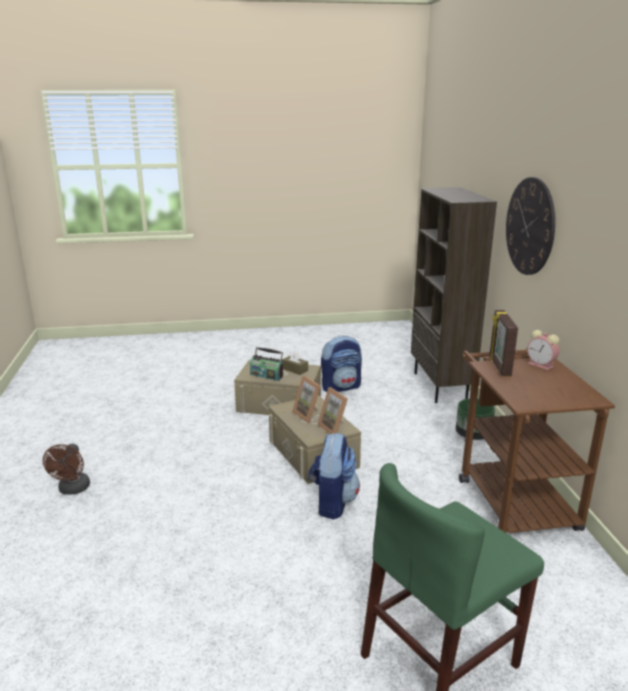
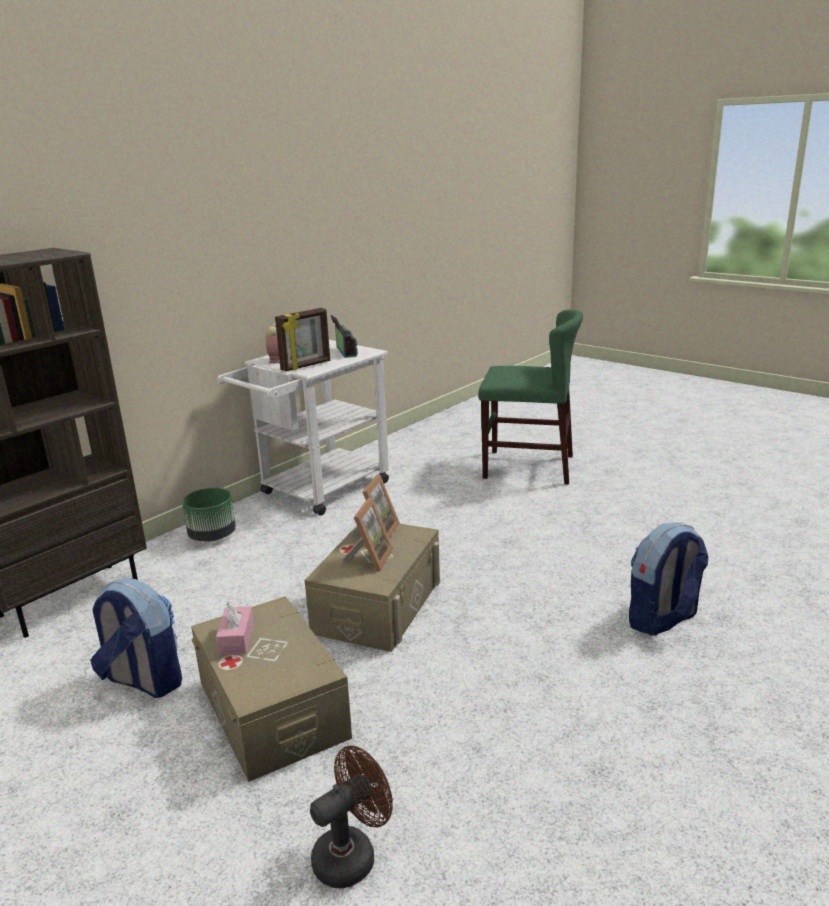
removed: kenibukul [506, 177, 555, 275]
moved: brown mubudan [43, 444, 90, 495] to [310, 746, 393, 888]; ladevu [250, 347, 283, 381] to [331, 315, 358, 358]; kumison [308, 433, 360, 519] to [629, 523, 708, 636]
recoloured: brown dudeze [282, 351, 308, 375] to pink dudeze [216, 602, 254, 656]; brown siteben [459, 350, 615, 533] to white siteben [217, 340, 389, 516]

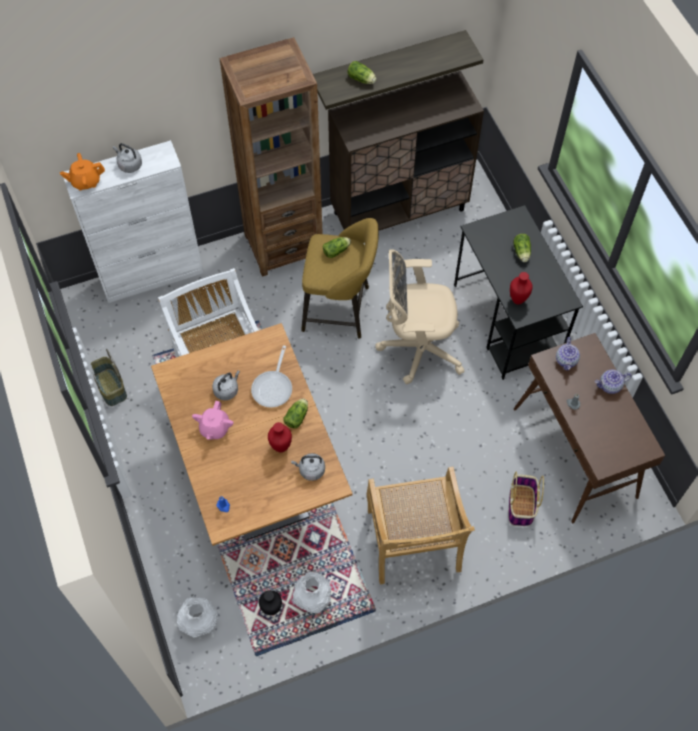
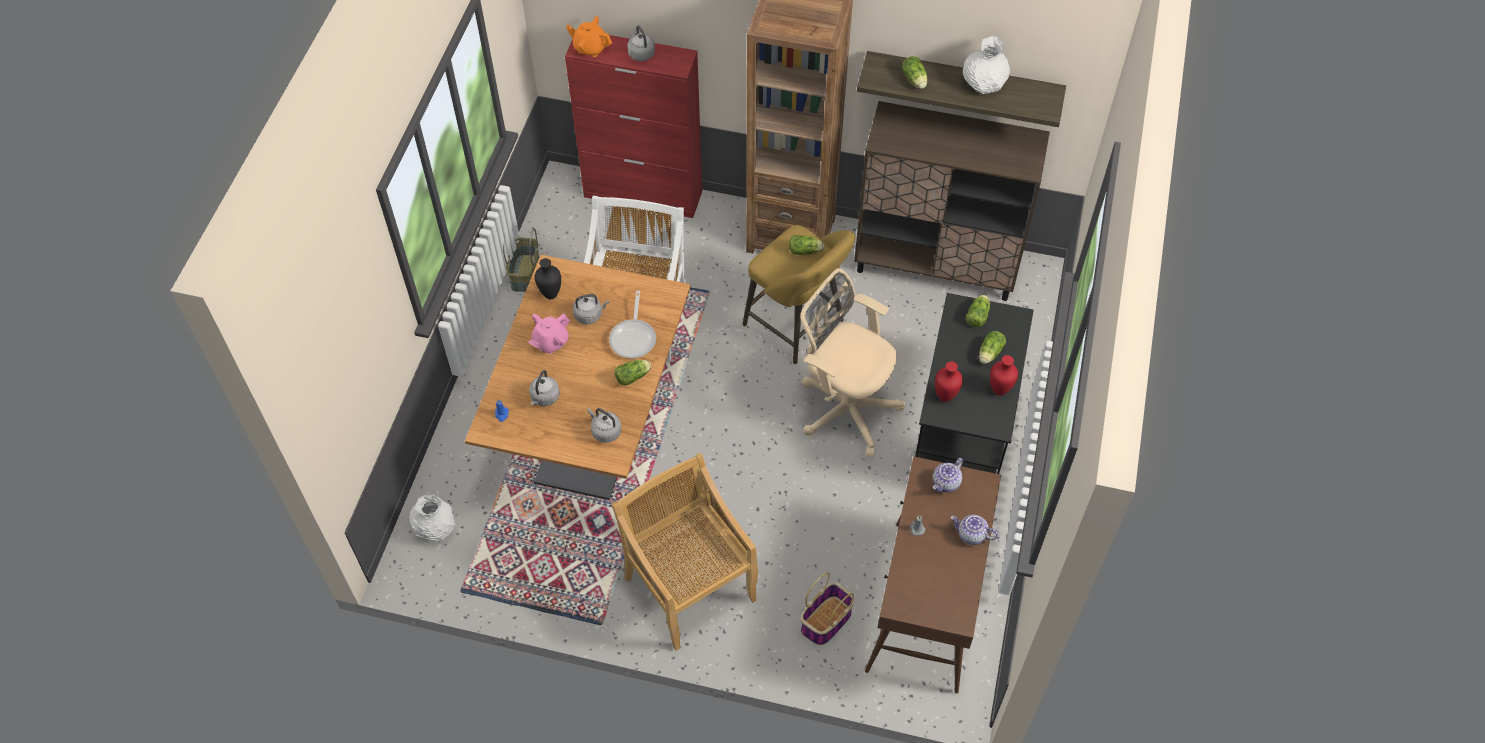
added: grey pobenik [529, 370, 560, 406]; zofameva [966, 295, 990, 327]
moved: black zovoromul [259, 590, 282, 615] to [535, 258, 561, 299]; white zovoromul [293, 572, 331, 613] to [963, 36, 1010, 94]; red zovoromul [268, 422, 292, 453] to [990, 355, 1018, 396]
recoloured: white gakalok [63, 140, 204, 303] to red gakalok [565, 35, 702, 218]
turned: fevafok [251, 345, 292, 407] = [609, 291, 656, 358] 45 degrees counterclockwise; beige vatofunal [367, 467, 475, 585] = [612, 453, 758, 651] 120 degrees clockwise

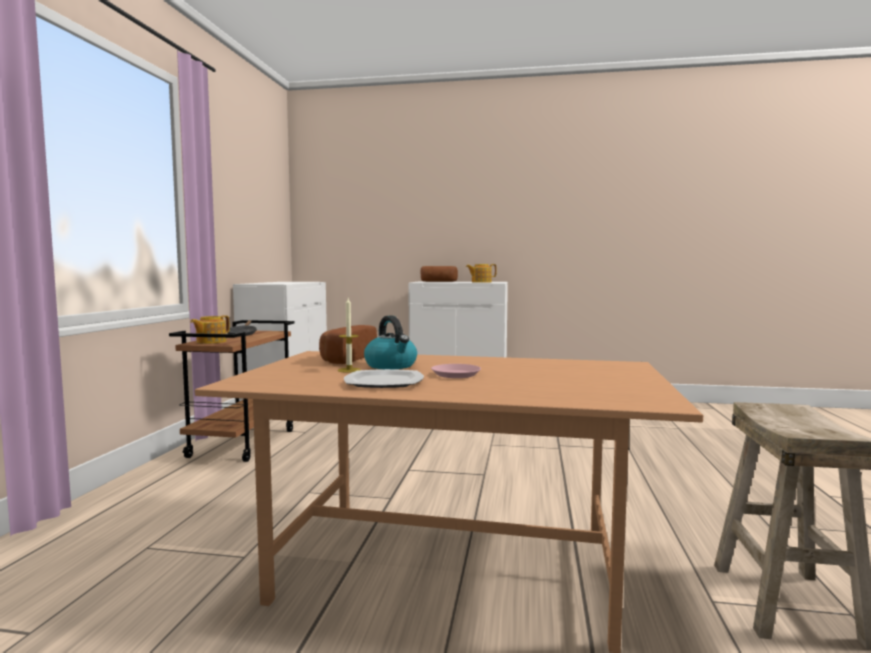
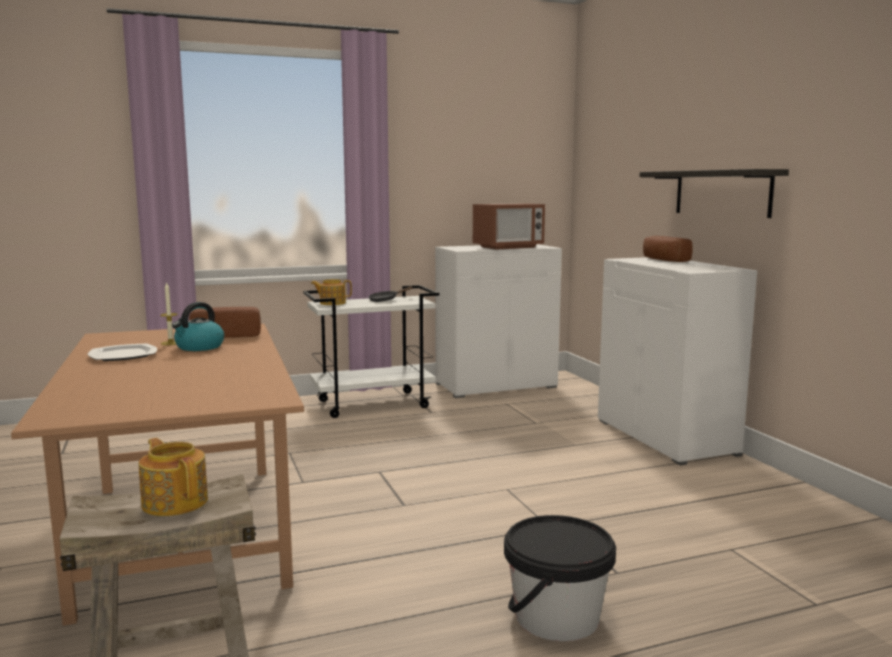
removed: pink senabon [431, 364, 481, 378]
added: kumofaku [473, 203, 545, 249]; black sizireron [504, 515, 616, 641]; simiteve [640, 169, 789, 218]
moved: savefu [466, 264, 497, 283] to [139, 438, 208, 516]
recoloured: brown siteben [169, 320, 295, 462] to white siteben [303, 285, 439, 418]

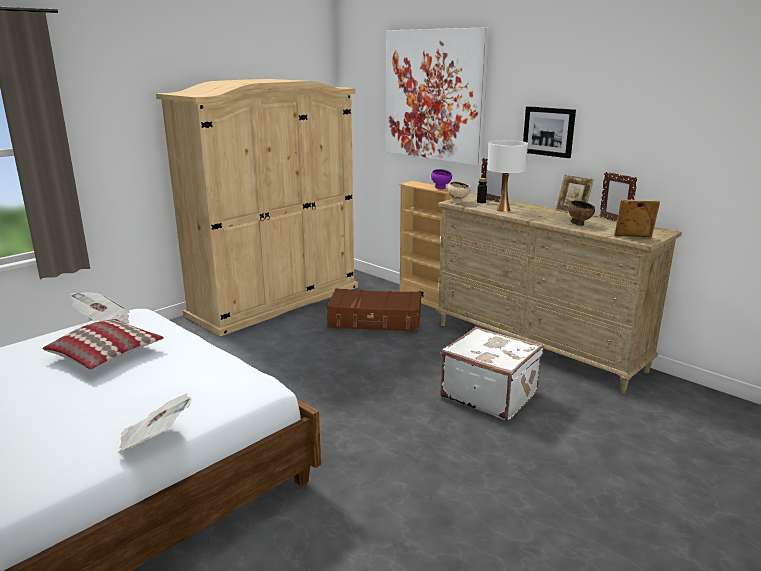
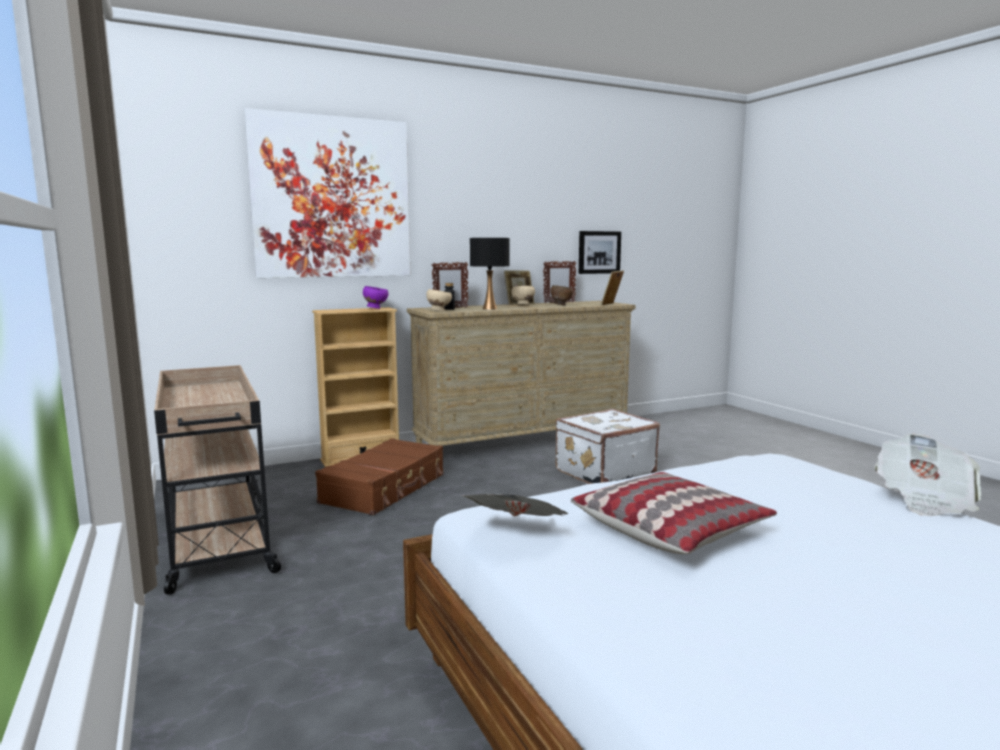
added: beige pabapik [511, 286, 535, 306]
moved: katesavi [523, 106, 576, 158] to [579, 231, 621, 274]
replaced: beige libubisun [156, 79, 358, 336] to beige siteben [154, 365, 281, 595]
recoloured: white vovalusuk [487, 140, 528, 212] to black vovalusuk [470, 238, 510, 310]

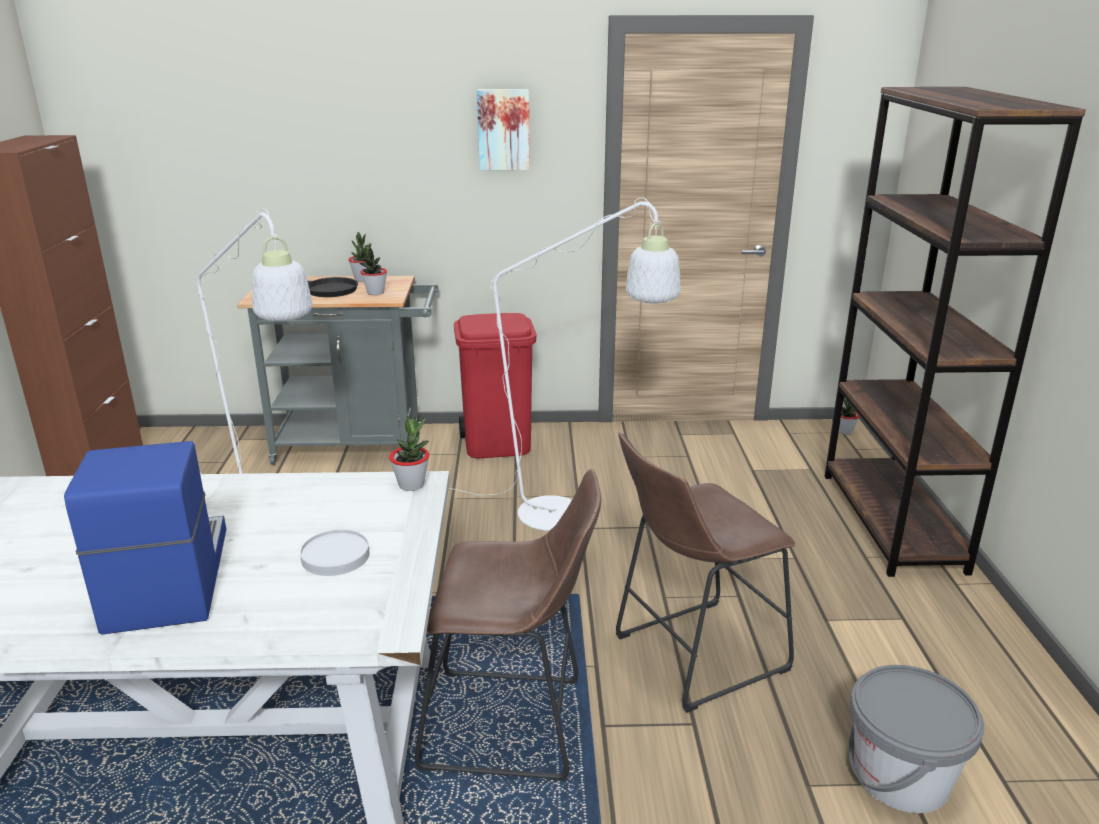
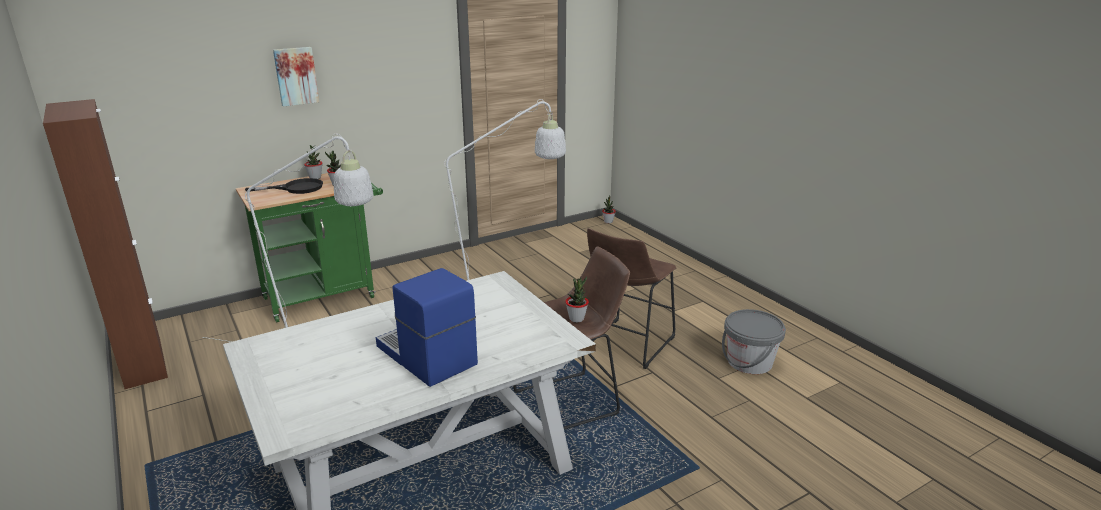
removed: white senabon [300, 529, 370, 576]; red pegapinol [454, 313, 536, 458]; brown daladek [824, 87, 1086, 577]
moved: katesavi [477, 89, 530, 170] to [273, 47, 319, 106]; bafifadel [389, 416, 429, 491] to [565, 276, 589, 322]
recoloured: grey siteben [237, 276, 438, 465] to green siteben [236, 173, 383, 323]

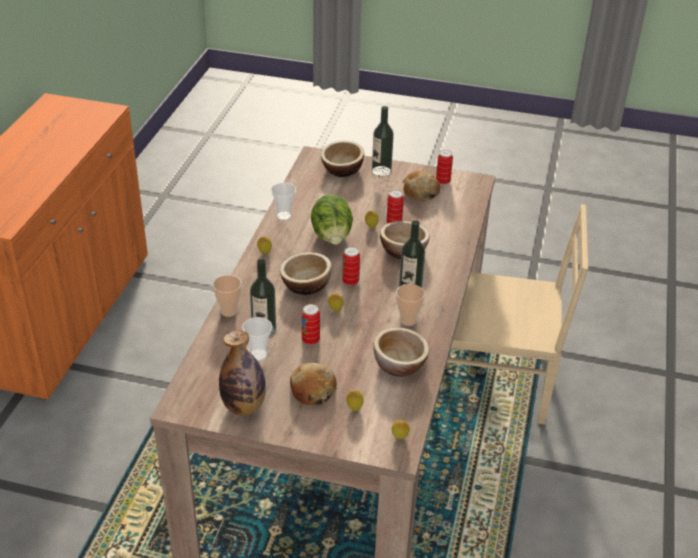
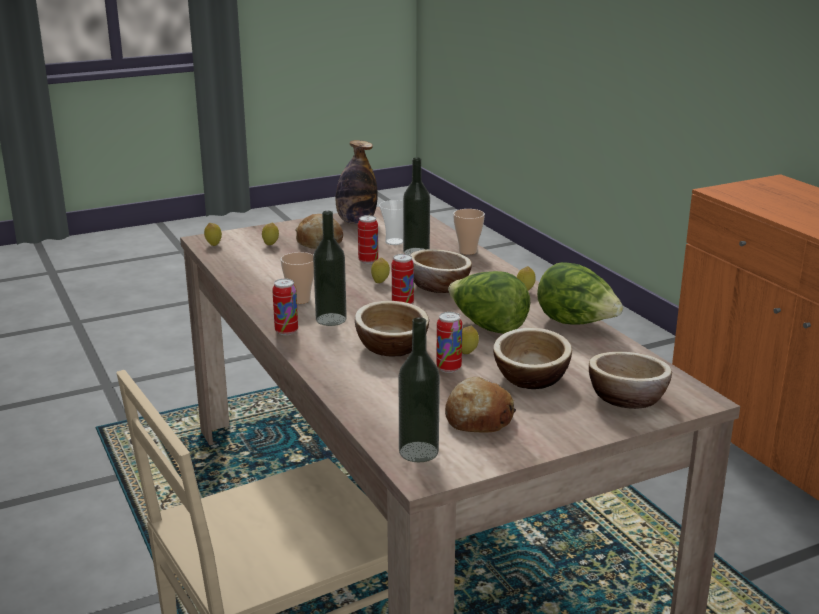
moved: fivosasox [436, 150, 453, 185] to [272, 279, 298, 335]; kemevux [372, 106, 394, 177] to [399, 317, 440, 463]; pabapik [373, 327, 429, 377] to [493, 328, 572, 389]
replaced: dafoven [271, 183, 296, 220] to zofameva [537, 262, 623, 325]

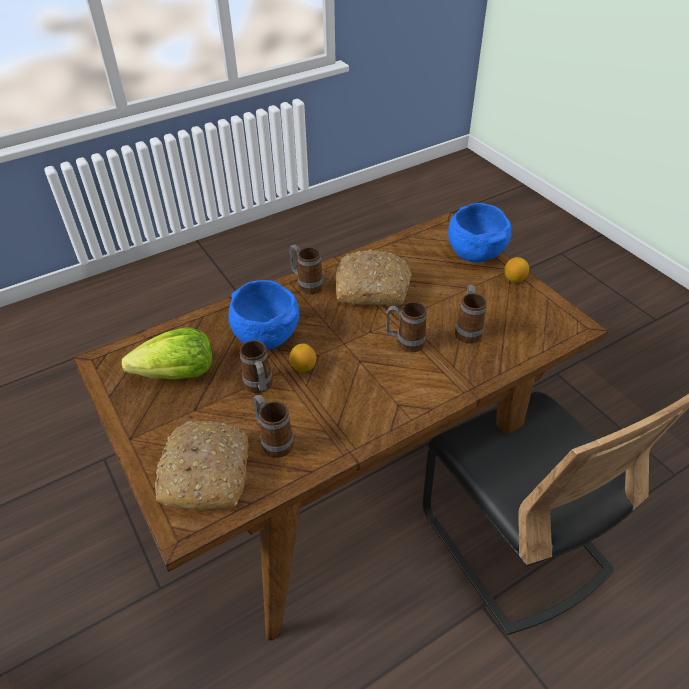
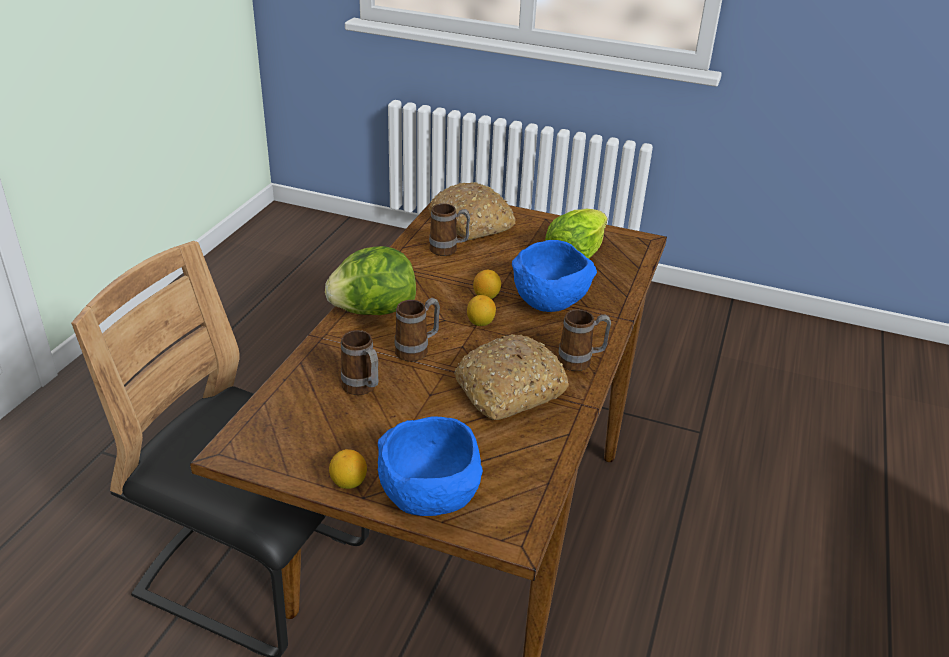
removed: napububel [240, 340, 273, 393]
added: zofameva [325, 246, 416, 315]; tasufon [467, 295, 496, 326]

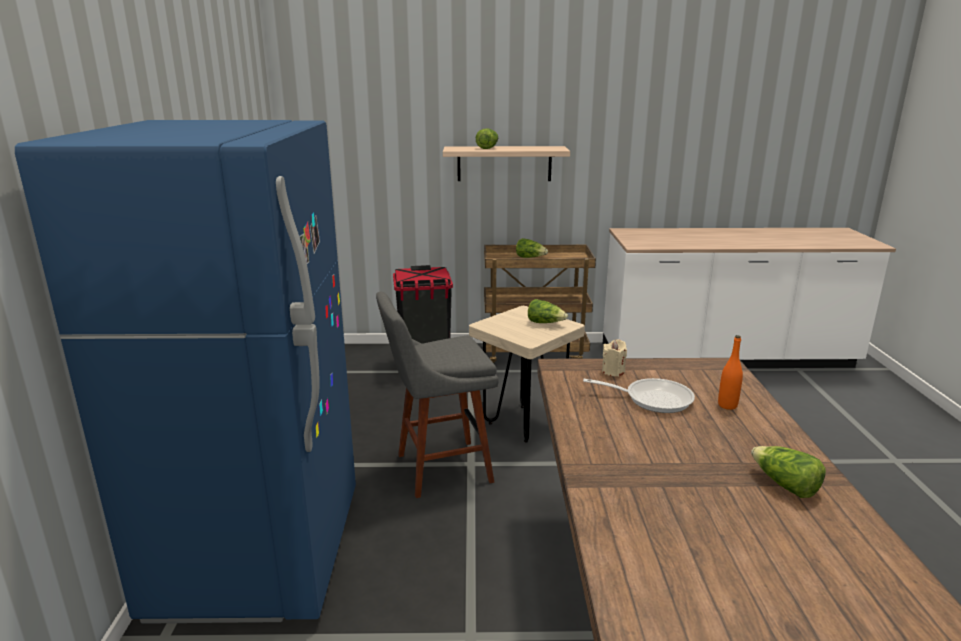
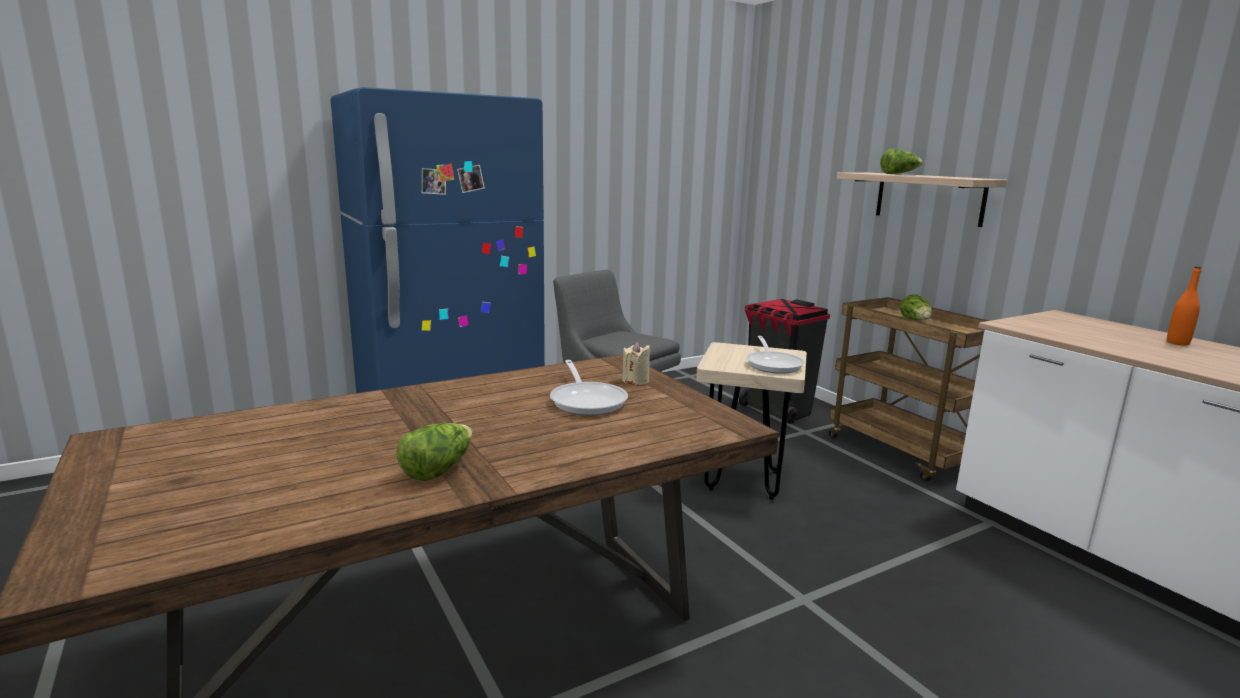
moved: orange kemevux [718, 335, 743, 410] to [1167, 266, 1201, 345]
replaced: zofameva [528, 299, 568, 323] to fevafok [747, 336, 805, 374]

